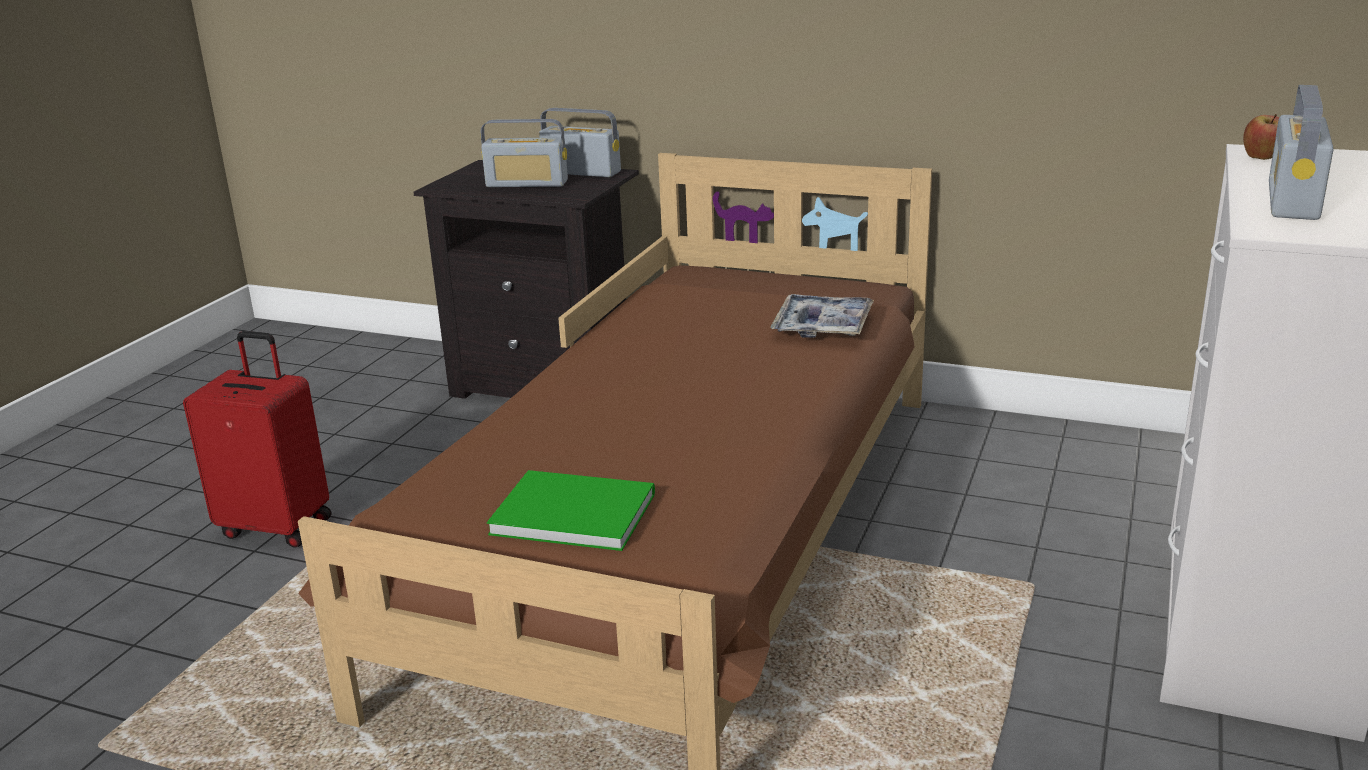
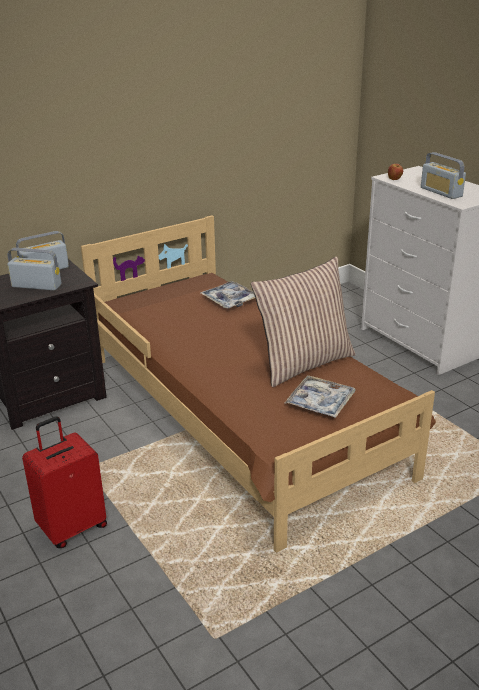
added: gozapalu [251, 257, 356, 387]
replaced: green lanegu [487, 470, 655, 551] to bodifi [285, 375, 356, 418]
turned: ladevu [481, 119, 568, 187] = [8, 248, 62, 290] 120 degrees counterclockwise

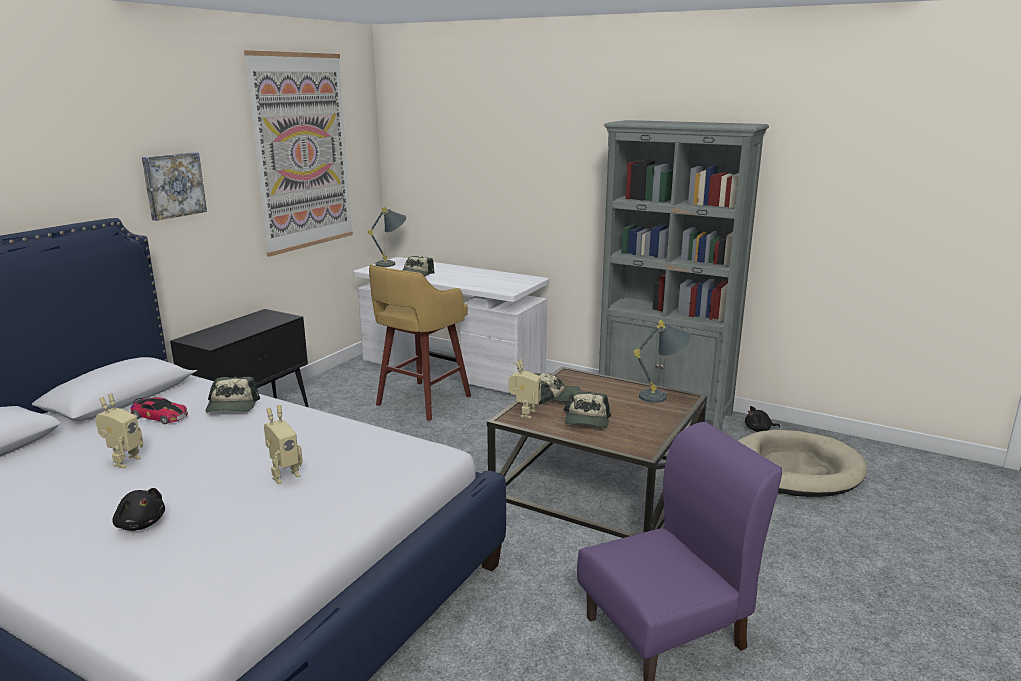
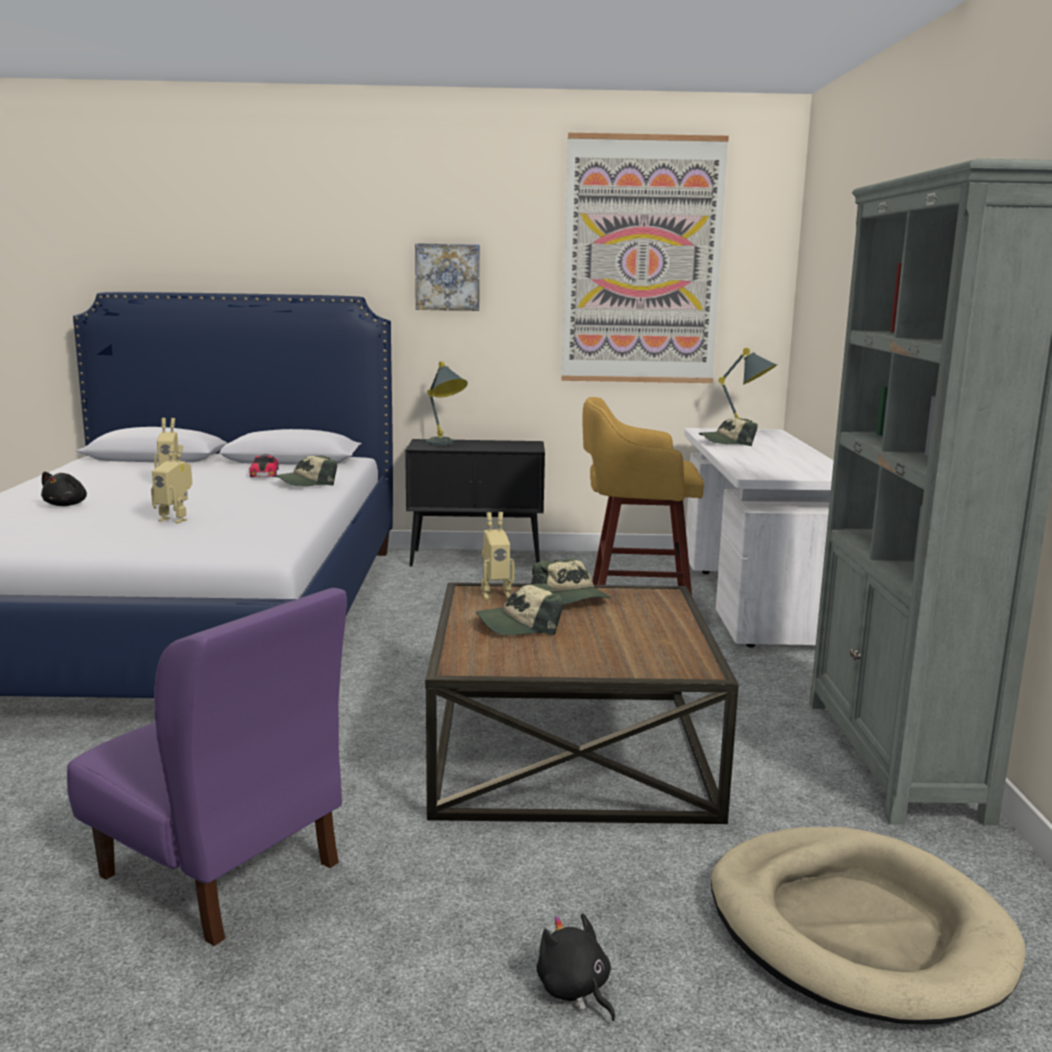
moved: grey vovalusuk [633, 320, 691, 403] to [426, 361, 468, 446]; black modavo [745, 406, 780, 432] to [536, 913, 615, 1021]

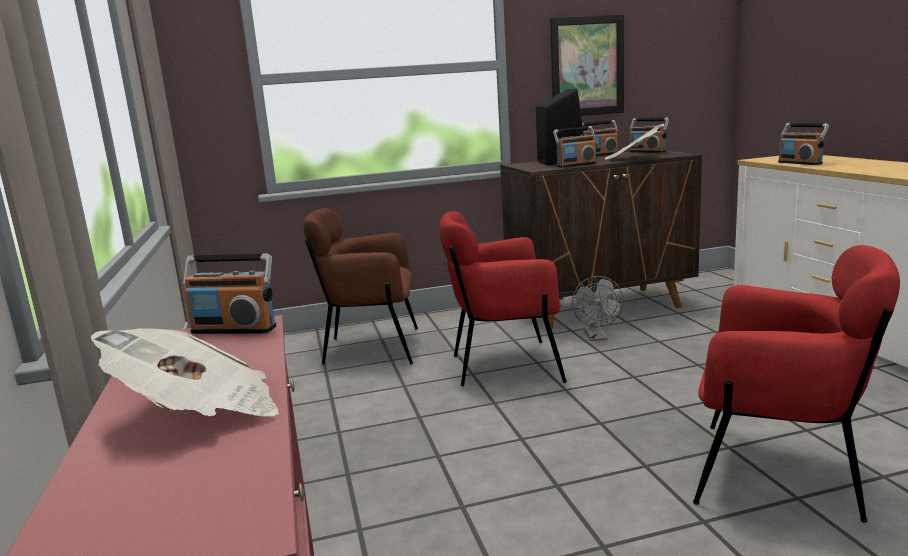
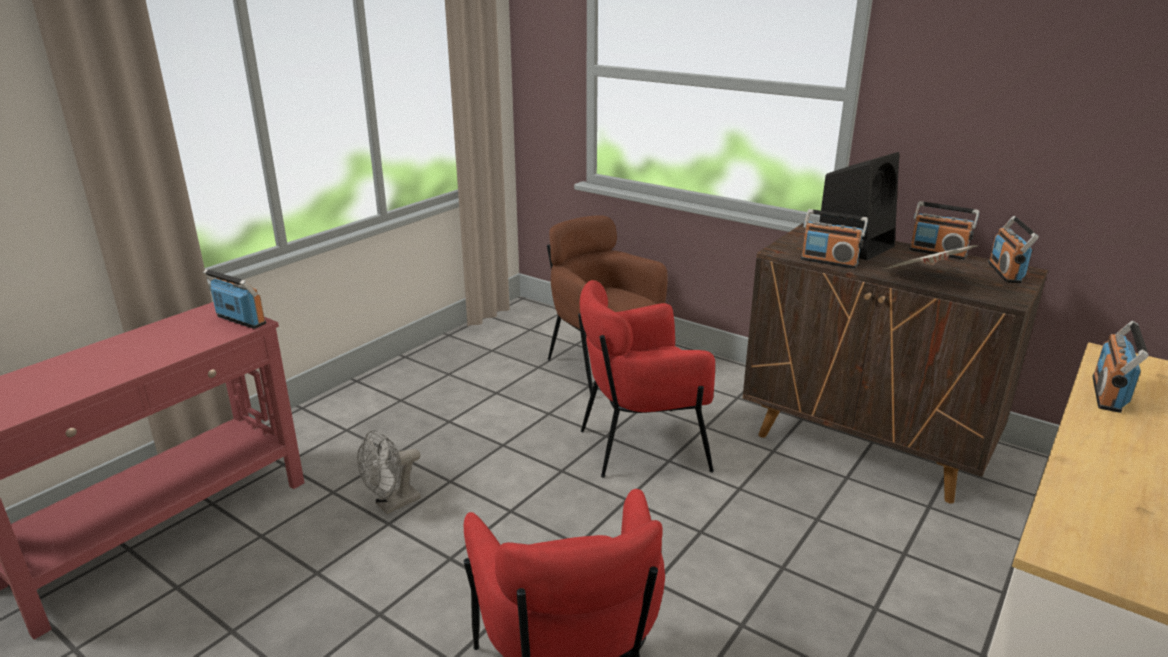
removed: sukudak [91, 328, 279, 416]; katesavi [550, 15, 624, 116]
moved: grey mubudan [572, 276, 624, 341] to [357, 430, 421, 514]
turned: ladevu [183, 254, 276, 334] = [203, 269, 266, 329] 150 degrees clockwise; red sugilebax [439, 211, 567, 386] = [580, 280, 715, 478] 60 degrees counterclockwise

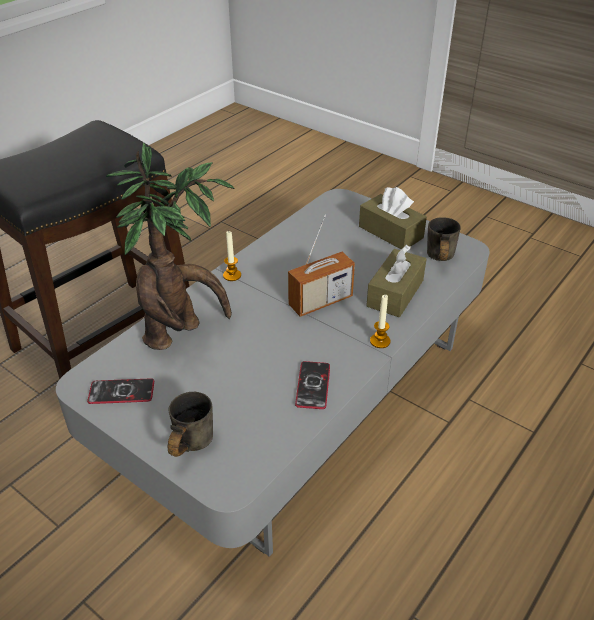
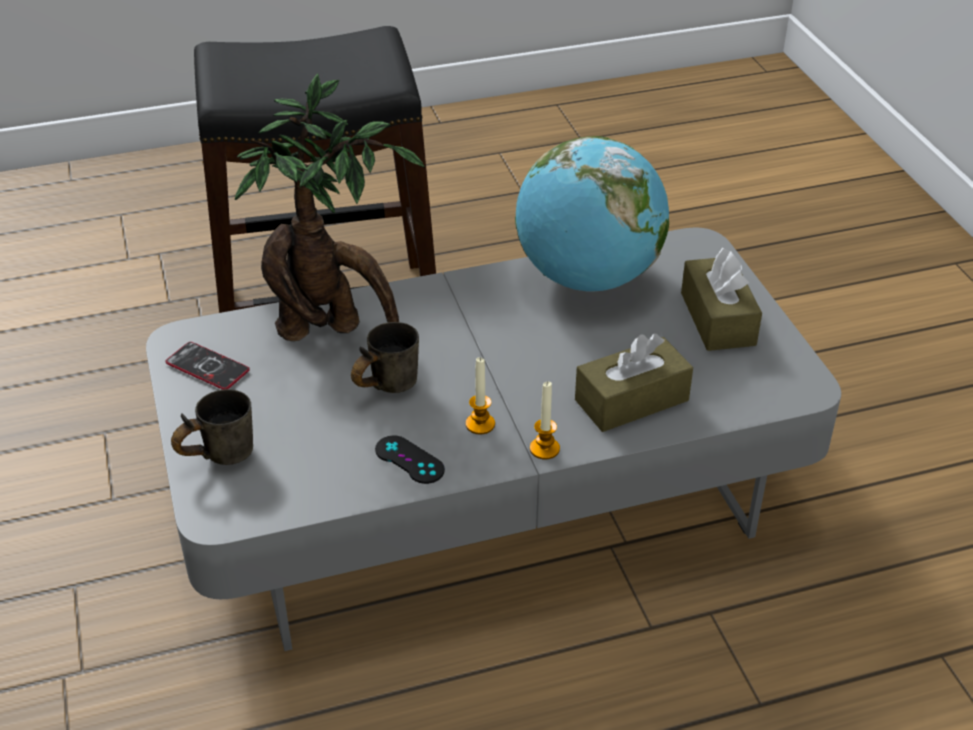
removed: ladevu [288, 215, 355, 317]
added: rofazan [515, 136, 669, 291]
moved: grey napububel [427, 217, 461, 261] to [351, 322, 419, 393]; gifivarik [223, 231, 241, 281] to [466, 357, 495, 435]
replaced: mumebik [295, 361, 330, 409] to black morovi [375, 435, 445, 484]

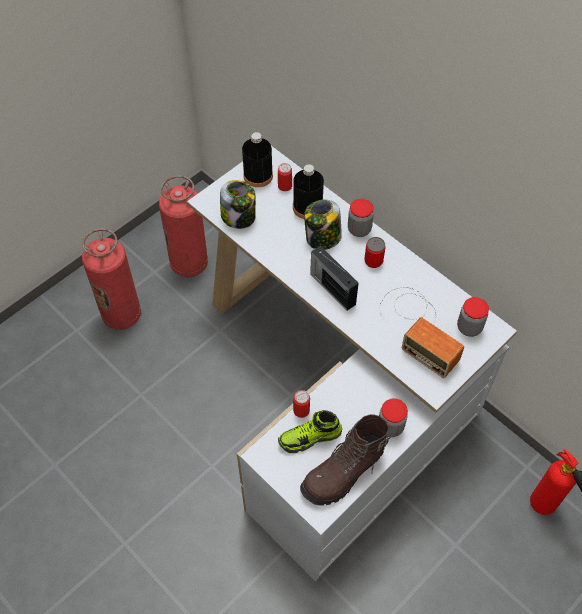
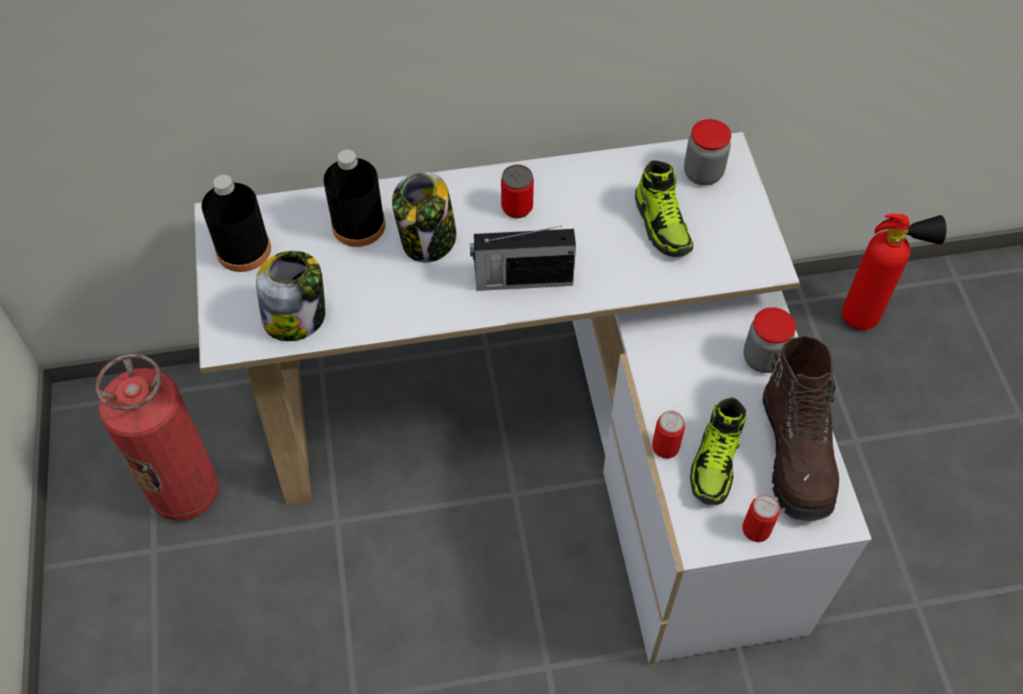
removed: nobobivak [82, 228, 141, 330]; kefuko [348, 199, 374, 237]
moved: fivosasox [278, 163, 292, 191] to [742, 494, 780, 542]
replaced: ladevu [379, 287, 464, 378] to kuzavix [635, 160, 693, 257]

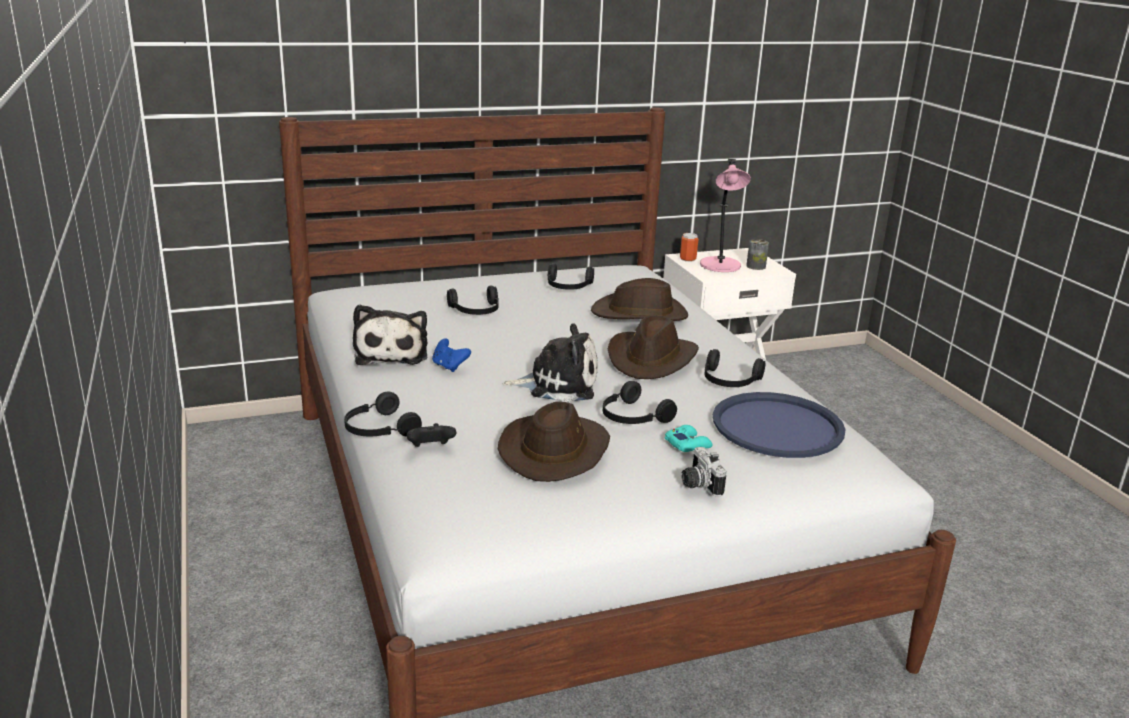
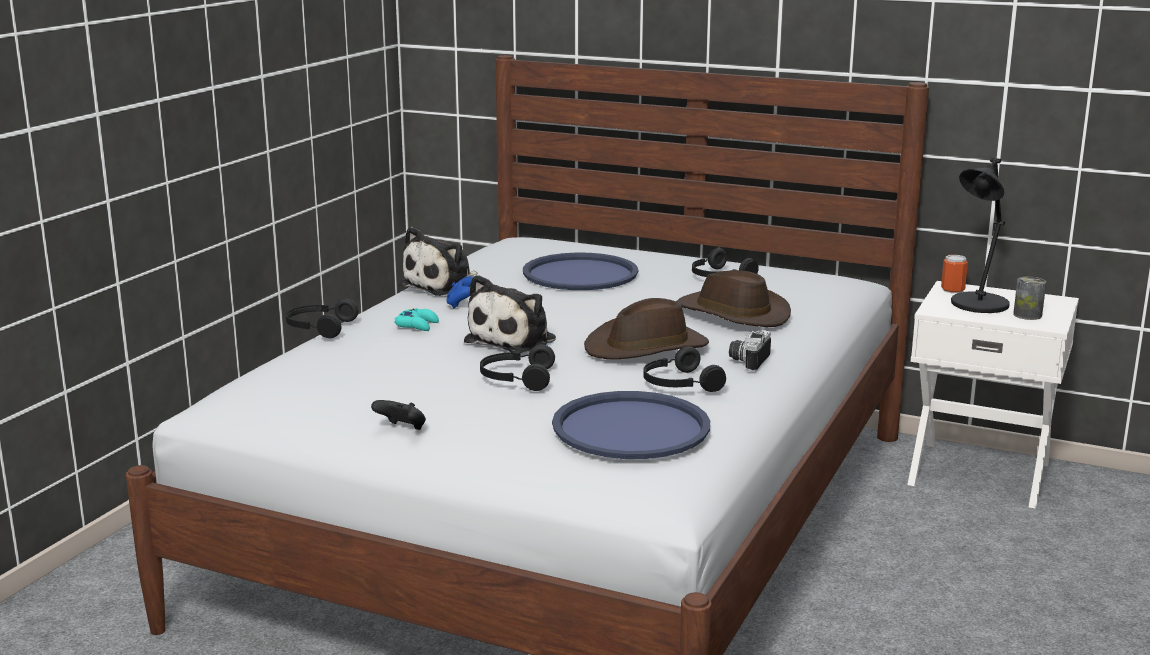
removed: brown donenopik [498, 402, 610, 482]
moved: black morovi [407, 423, 457, 447] to [371, 400, 426, 430]; turquoise morovi [665, 425, 713, 452] to [394, 308, 439, 331]; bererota [681, 447, 726, 497] to [729, 330, 771, 371]
replaced: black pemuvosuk [447, 286, 499, 315] to blue bodifi [523, 252, 638, 290]
recoloured: pink vovalusuk [700, 159, 751, 272] to black vovalusuk [951, 157, 1010, 313]
turned: modavo [502, 323, 598, 402] = [464, 275, 556, 353] 75 degrees clockwise

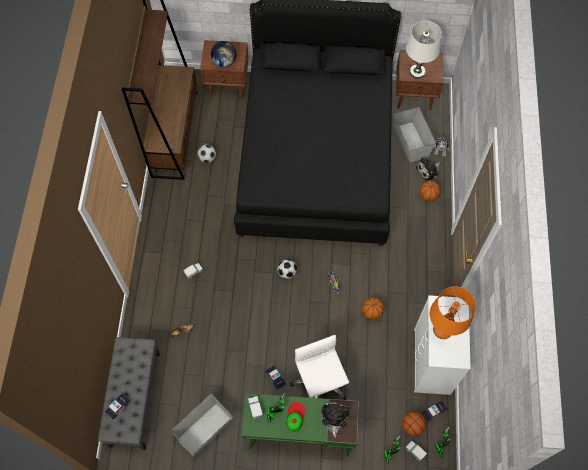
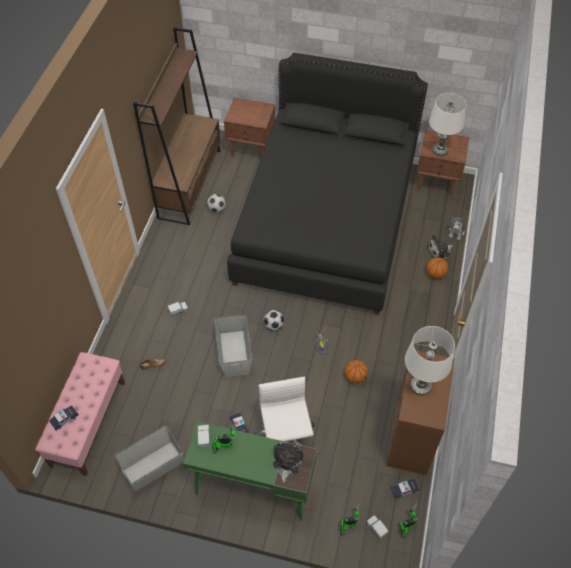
removed: rofazan [211, 41, 237, 67]; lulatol [286, 402, 305, 432]; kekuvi [402, 412, 426, 436]
moved: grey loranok [394, 107, 436, 163] to [214, 315, 252, 377]
recoloured: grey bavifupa [98, 337, 160, 450] to pink bavifupa [35, 352, 125, 476]; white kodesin [414, 295, 471, 395] to brown kodesin [386, 350, 455, 475]; orange vovalusuk [430, 286, 476, 339] to white vovalusuk [405, 326, 455, 395]

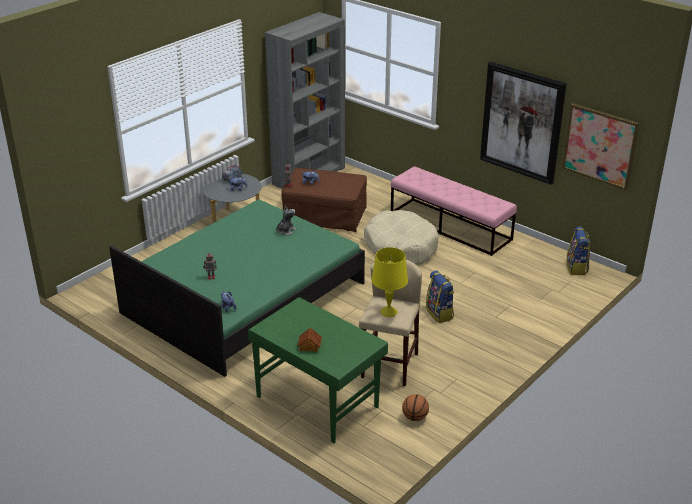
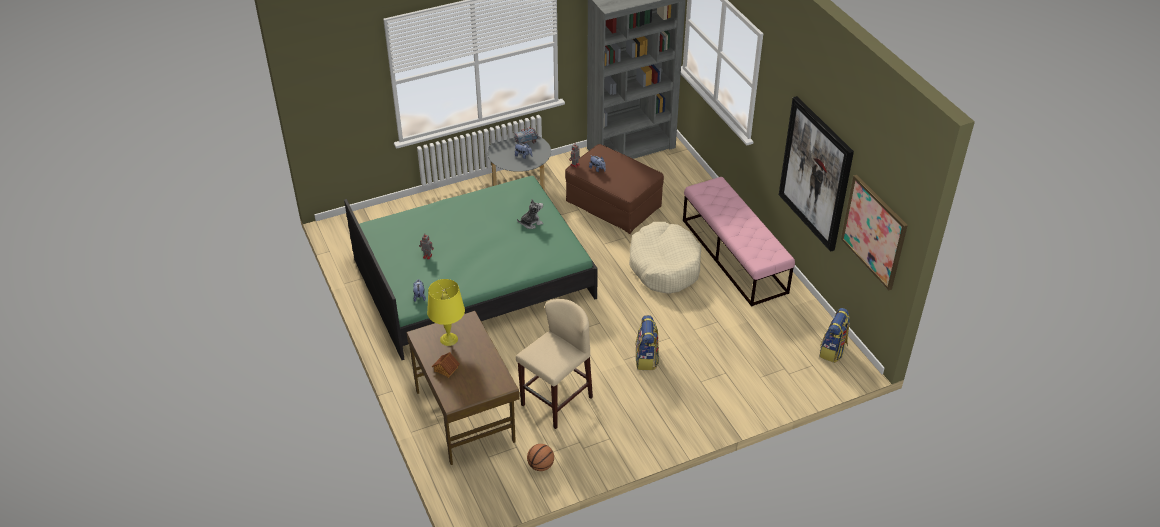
moved: yellow vovalusuk [371, 247, 408, 317] to [427, 279, 465, 346]
recoloured: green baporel [248, 297, 388, 443] to brown baporel [406, 311, 519, 465]

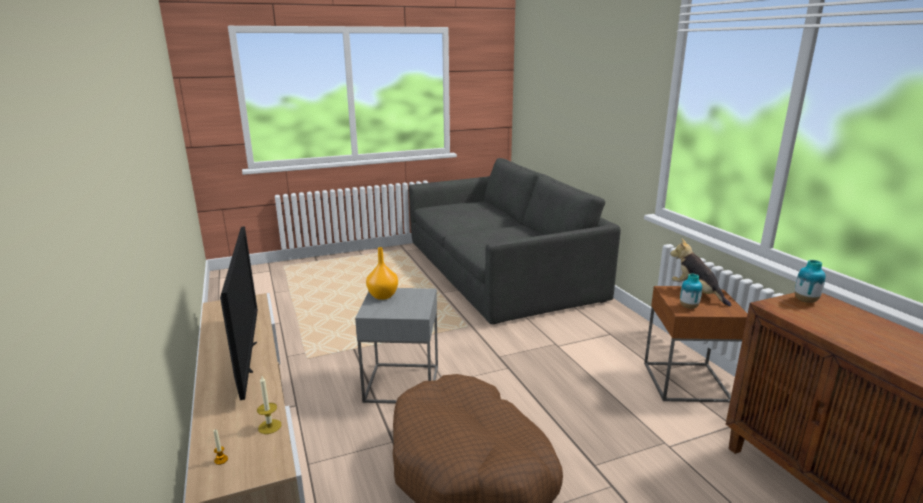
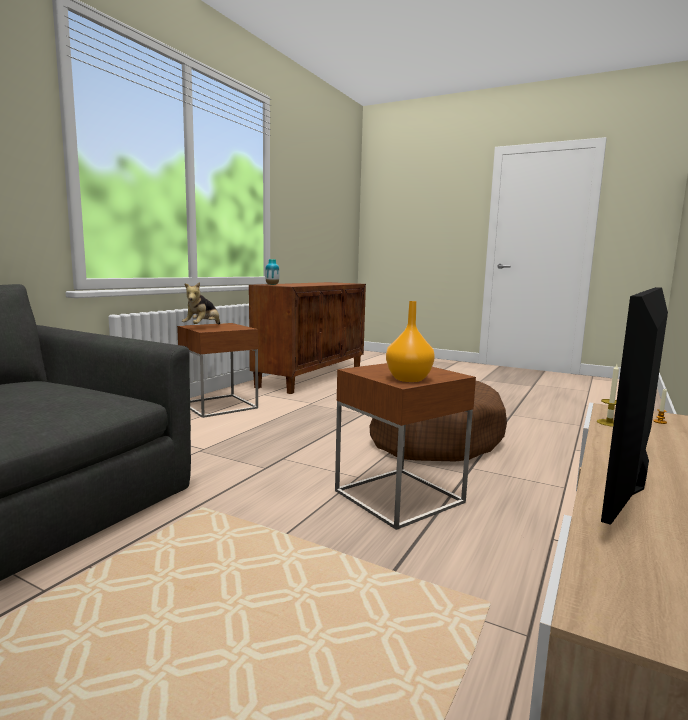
removed: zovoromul [680, 274, 702, 309]
recoloured: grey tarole [355, 288, 438, 404] to brown tarole [335, 363, 476, 530]

